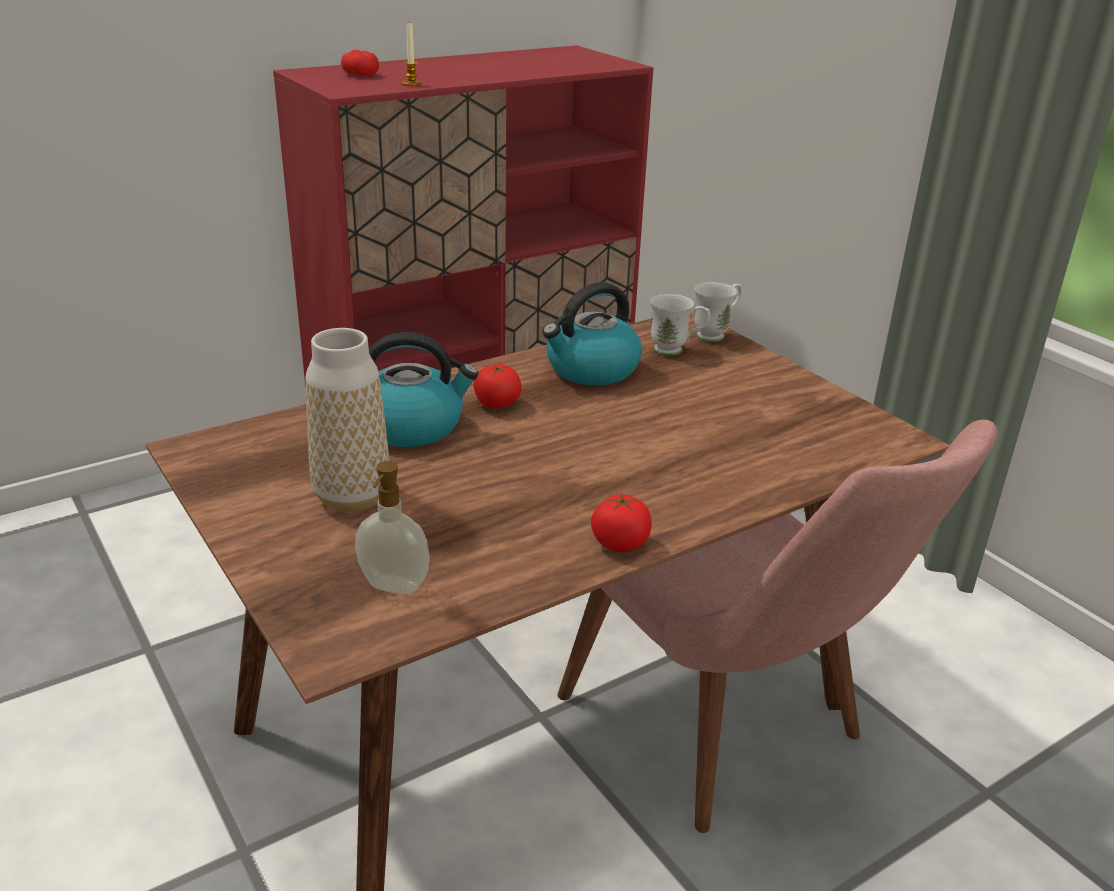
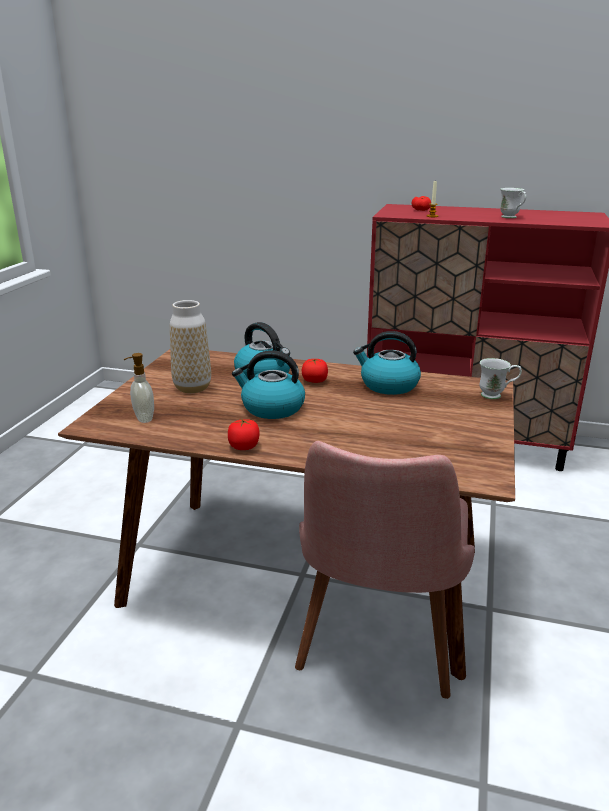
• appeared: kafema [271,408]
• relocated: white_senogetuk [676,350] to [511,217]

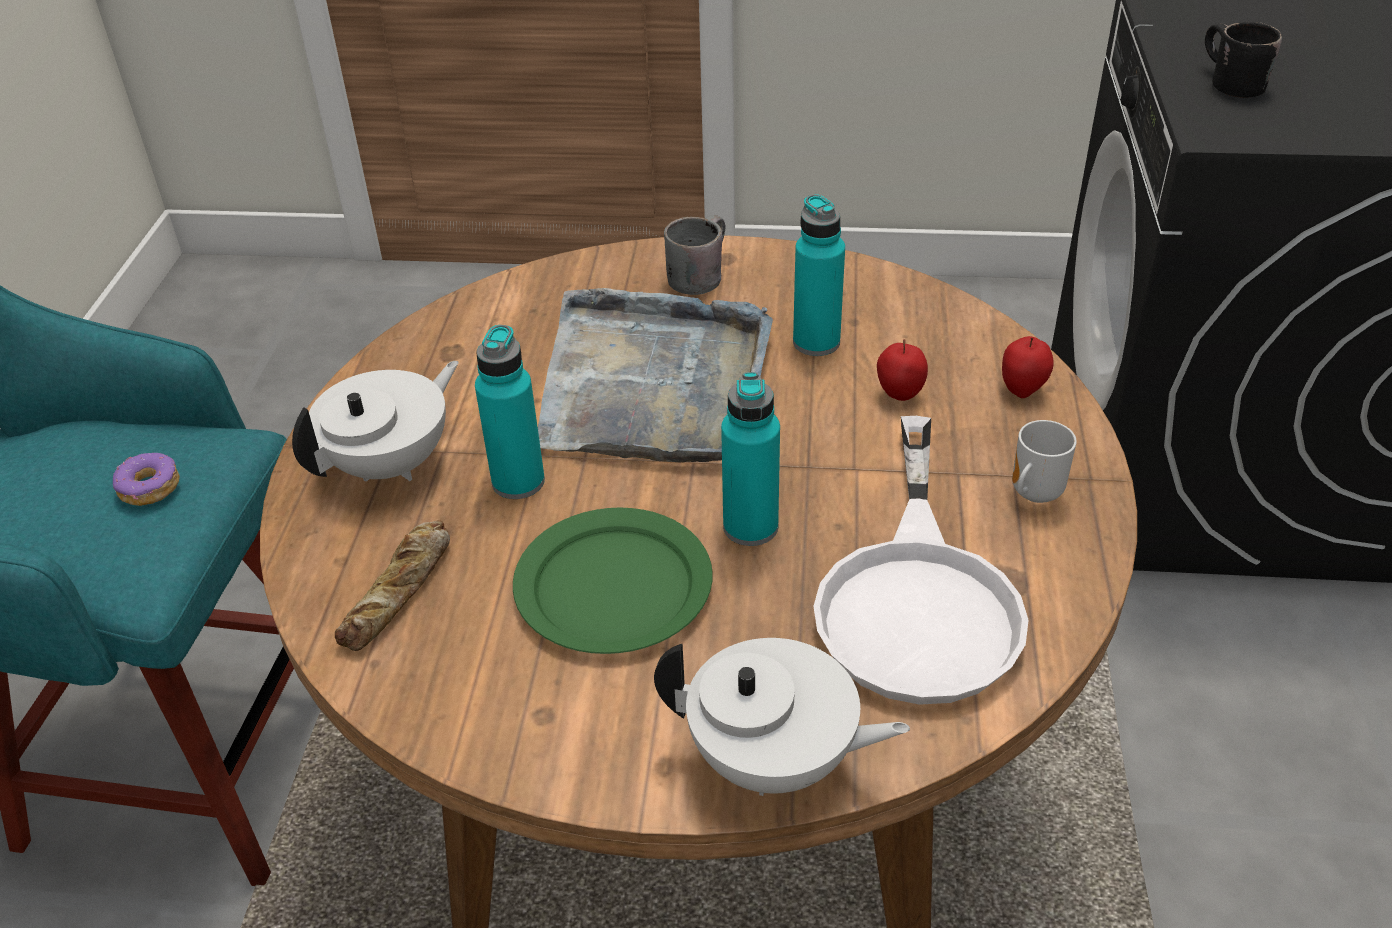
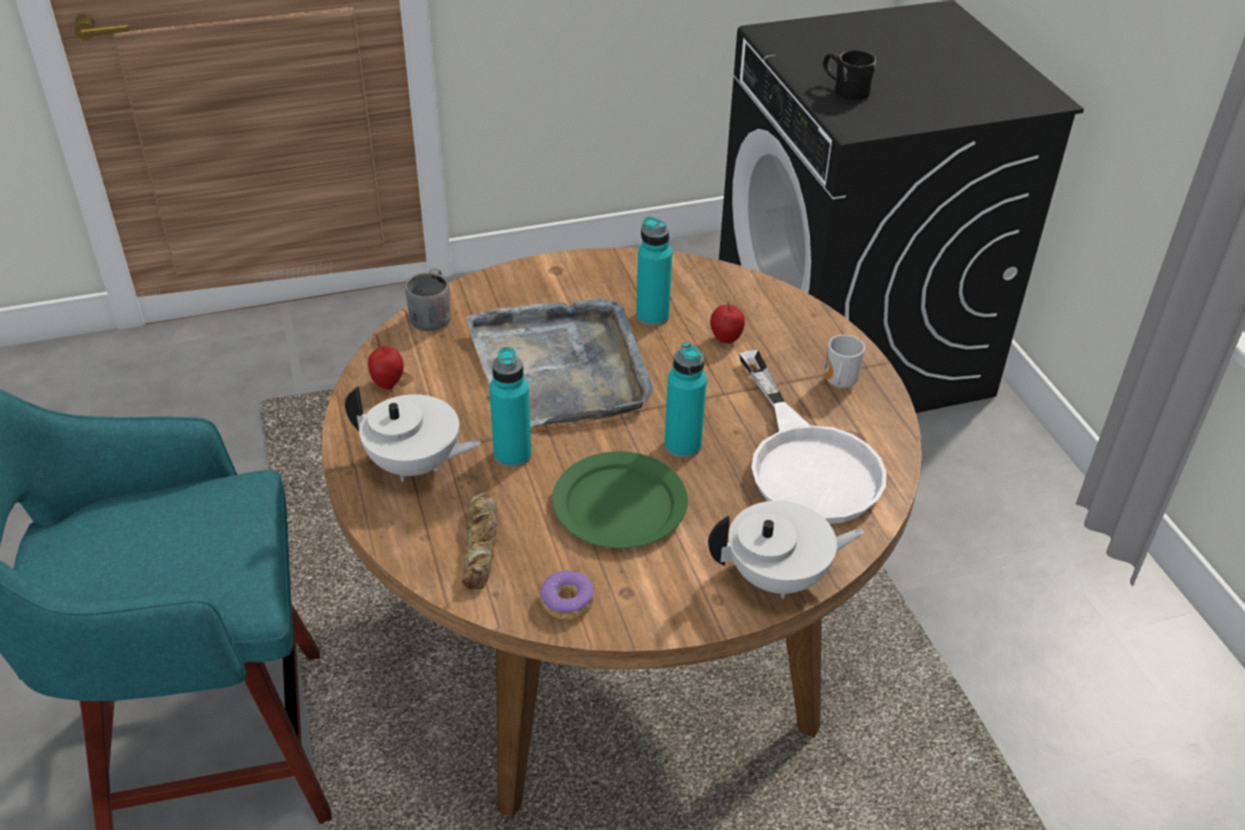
• spun: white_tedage [392,464] = [415,465] 90 degrees clockwise
• relocated: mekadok [1022,390] to [388,383]
• relocated: grey_senogetuk [696,274] to [428,314]
• relocated: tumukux [149,488] to [567,602]

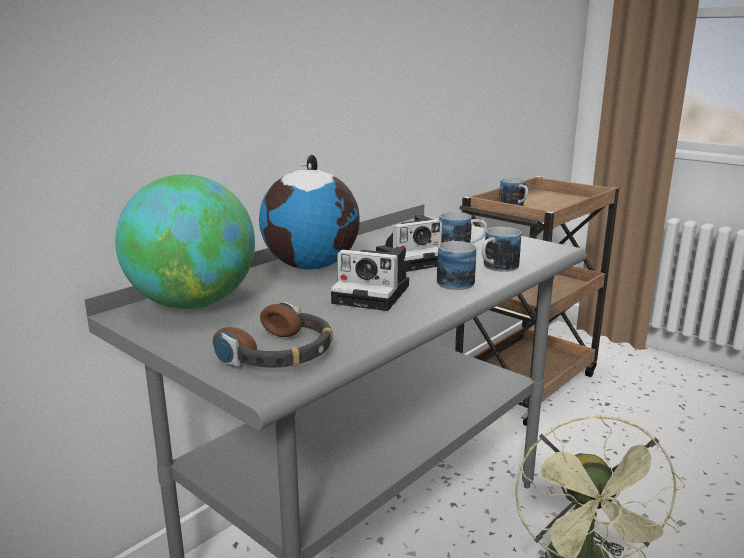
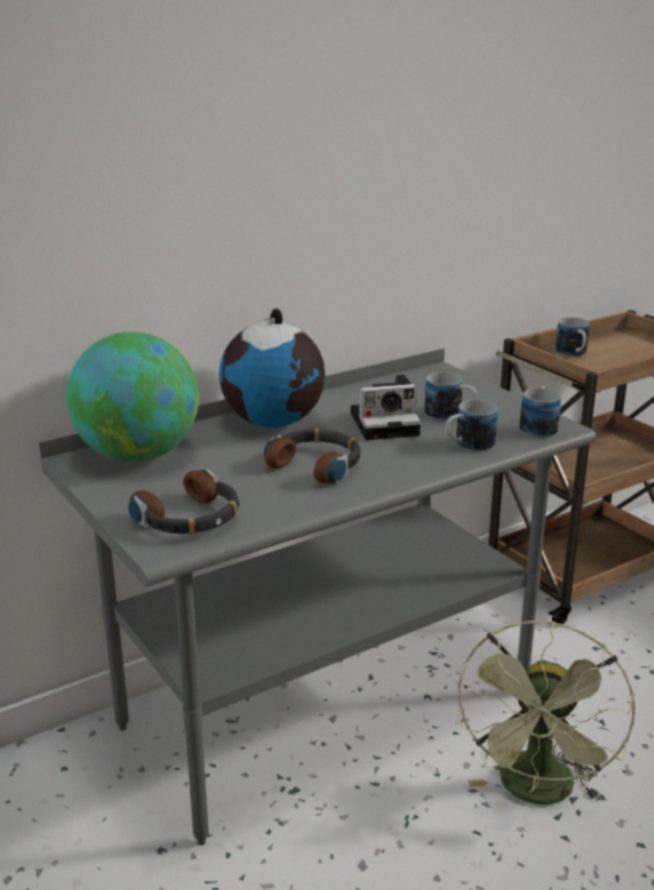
• exchanged: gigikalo [375,294] to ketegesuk [316,464]
• relocated: senogetuk [454,280] to [538,427]

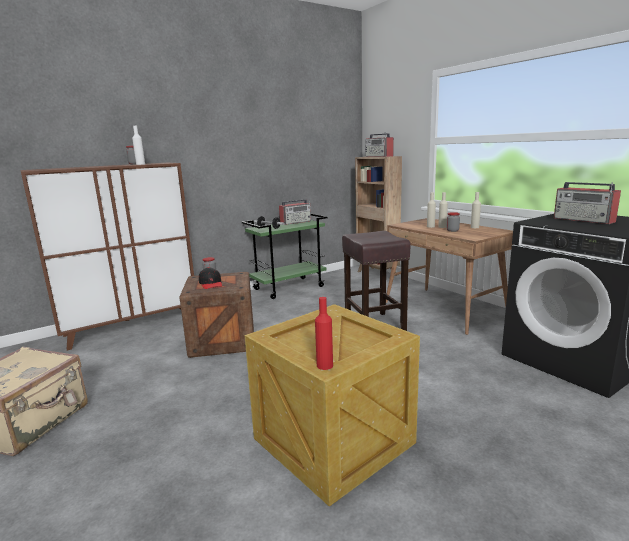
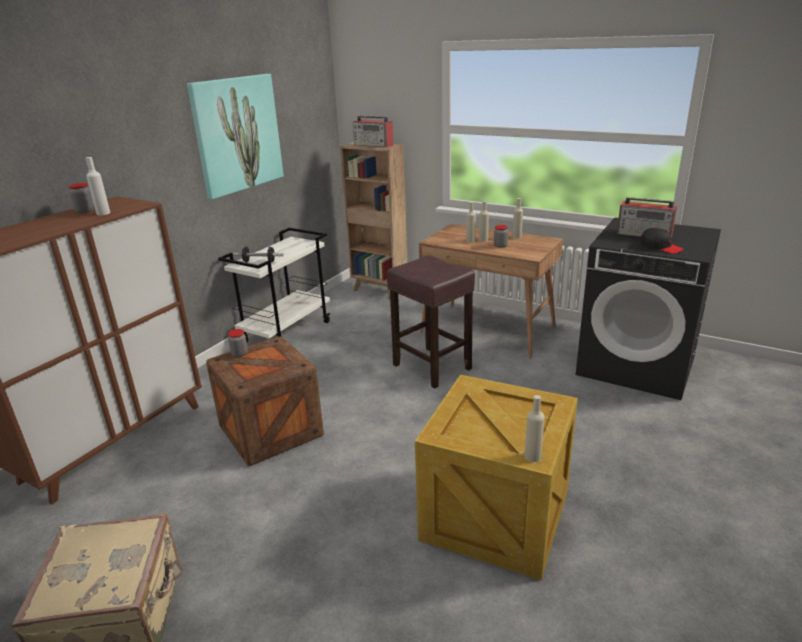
• appeared: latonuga [237,134]
• colour: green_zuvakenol [289,288] to white_zuvakenol [287,332]
• colour: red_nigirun [324,365] to beige_nigirun [532,456]
• relocated: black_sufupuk [211,283] to [660,247]
• missing: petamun [296,222]

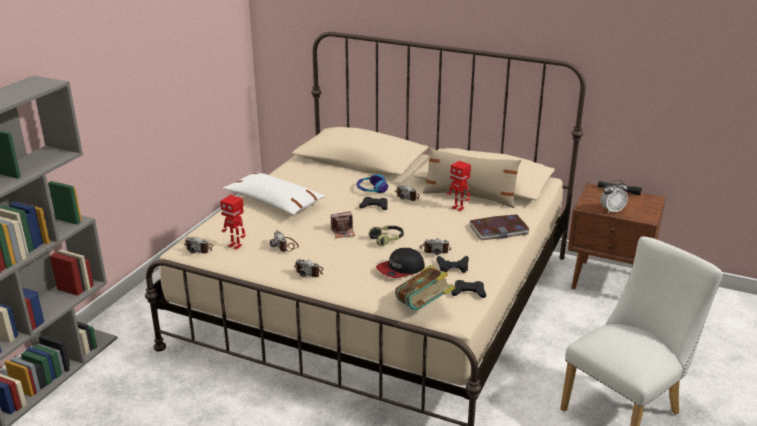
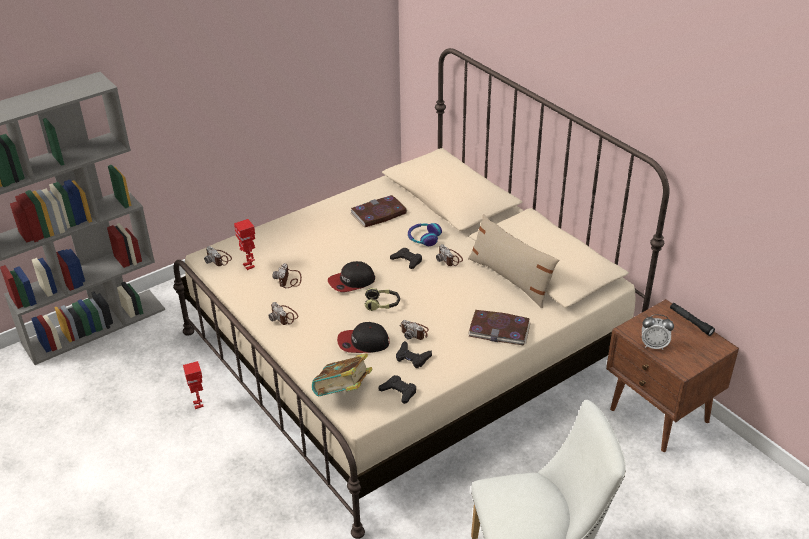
• relocated: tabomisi [458,208] to [199,404]
• exchanged: gigikalo [343,232] to sufupuk [351,282]
• appeared: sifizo [378,214]
• missing: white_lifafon [274,202]

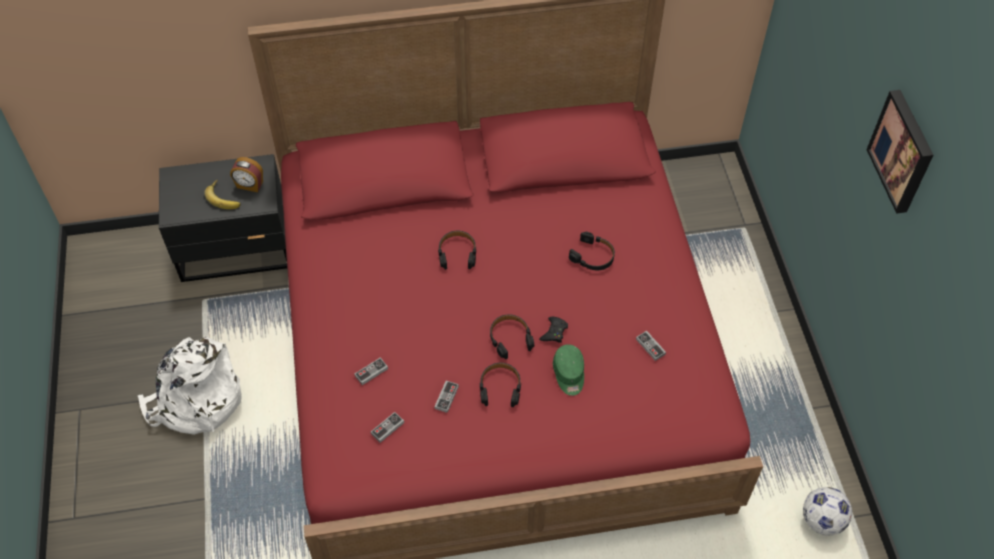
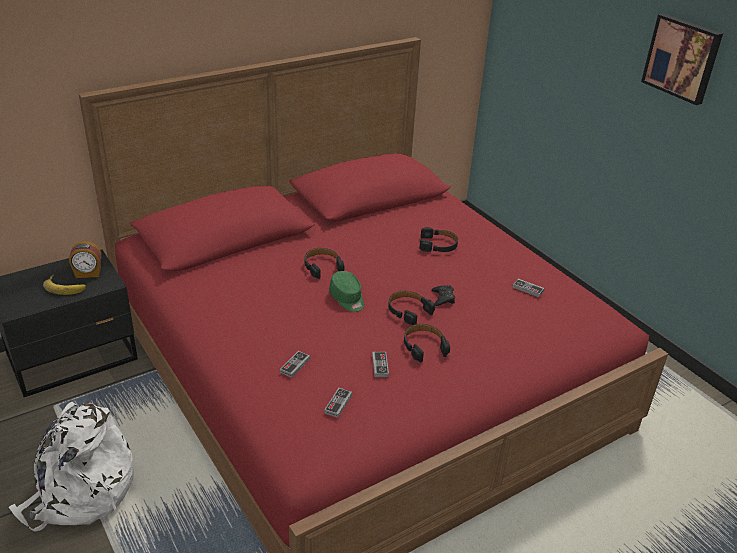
• relocated: green_sufupuk [569,374] to [347,299]
• missing: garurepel [822,520]

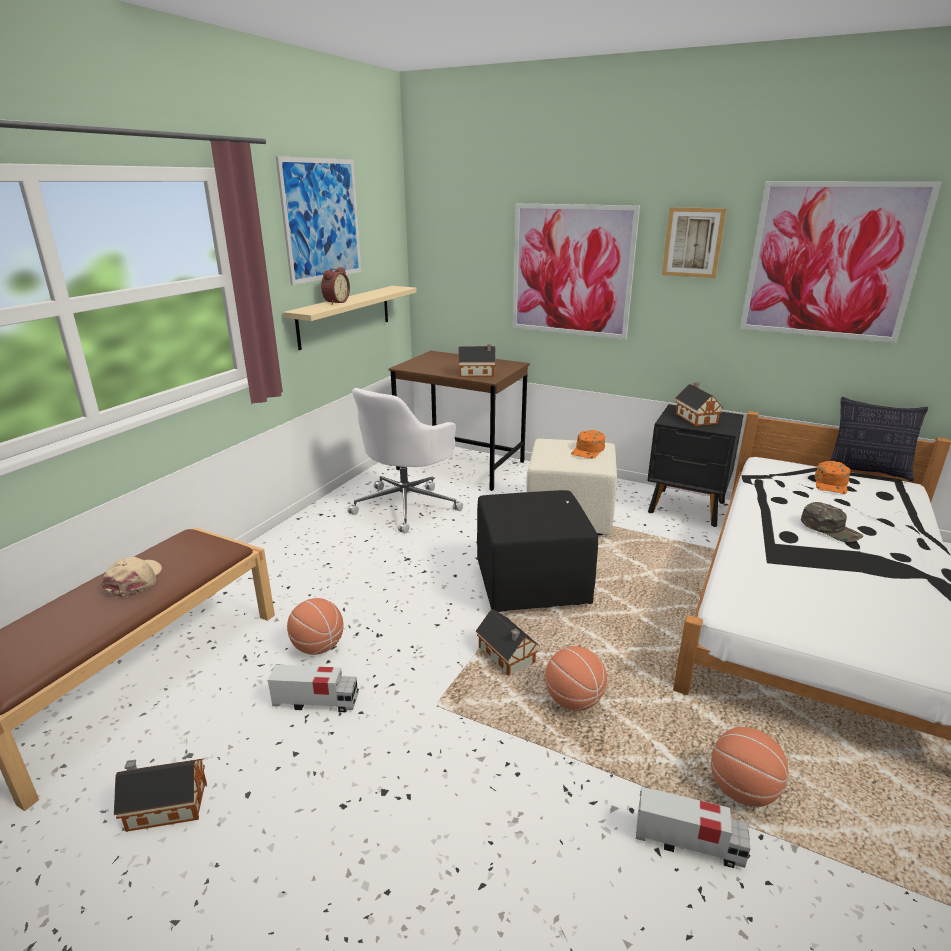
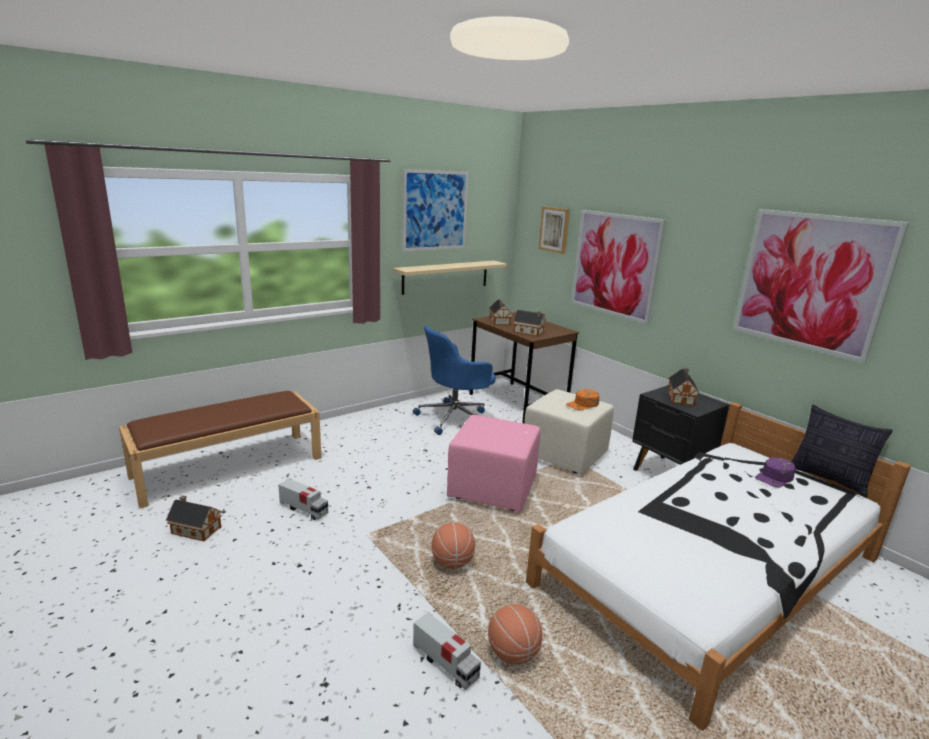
• colour: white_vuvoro [407,505] to blue_vuvoro [455,418]
• colour: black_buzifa [533,584] to pink_buzifa [493,489]
• relocated: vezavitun [507,657] to [499,322]
• relocated: latonuga [693,242] to [554,229]
• colour: orange_sufupuk [831,484] to purple_sufupuk [774,478]
• missing: beige_sufupuk [135,580]
• missing: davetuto [318,647]
• missing: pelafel [335,302]
• missing: green_sufupuk [830,528]

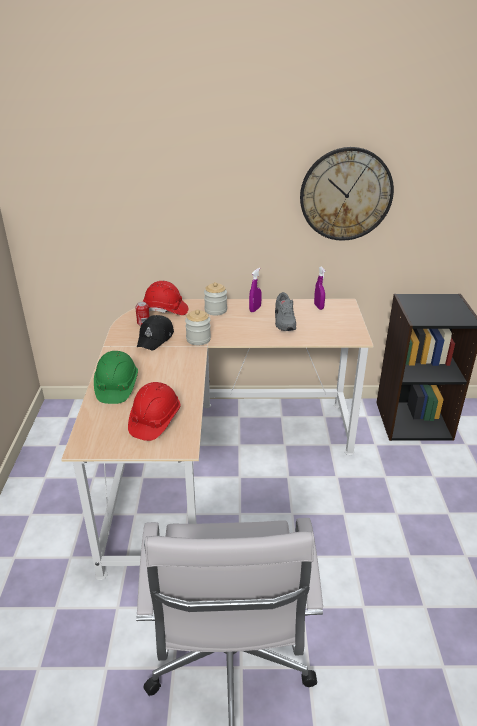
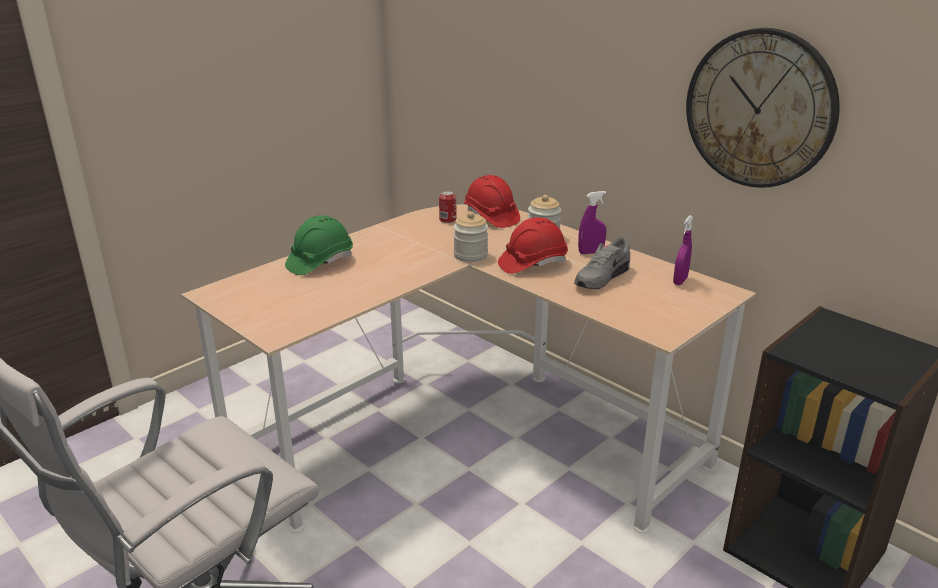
• relocated: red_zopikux [154,421] to [532,263]
• missing: black_sufupuk [155,338]

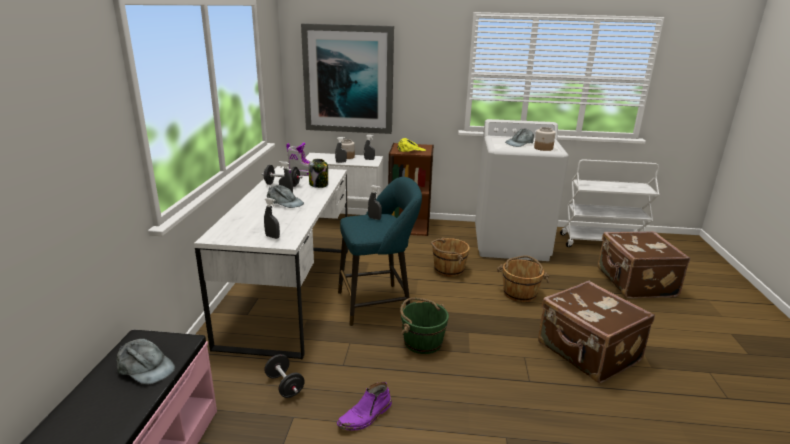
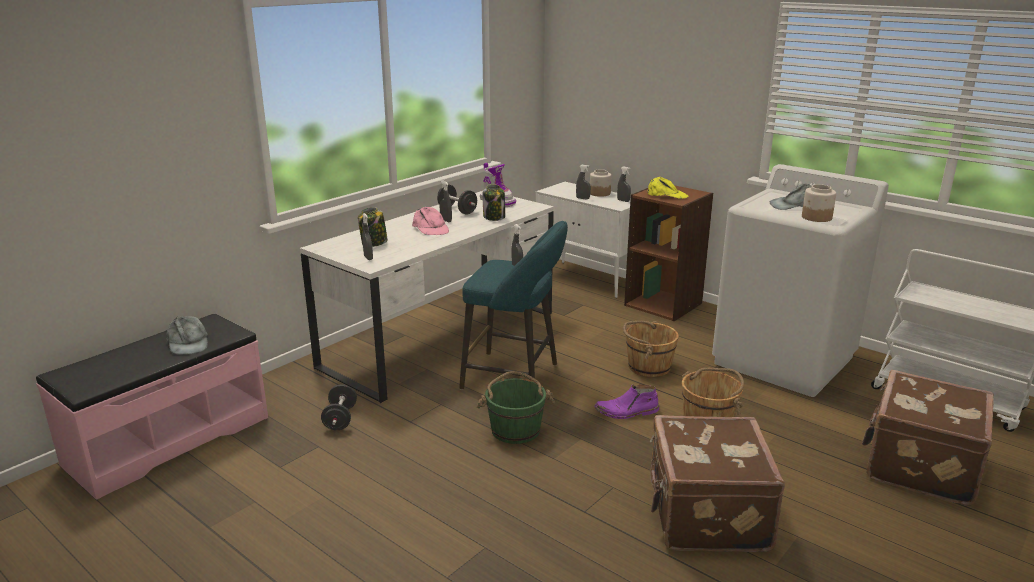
• appeared: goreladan [374,243]
• colour: grey_sufupuk [284,202] to pink_sufupuk [430,228]
• relocated: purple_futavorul [365,416] to [626,412]
• missing: latonuga [348,79]

